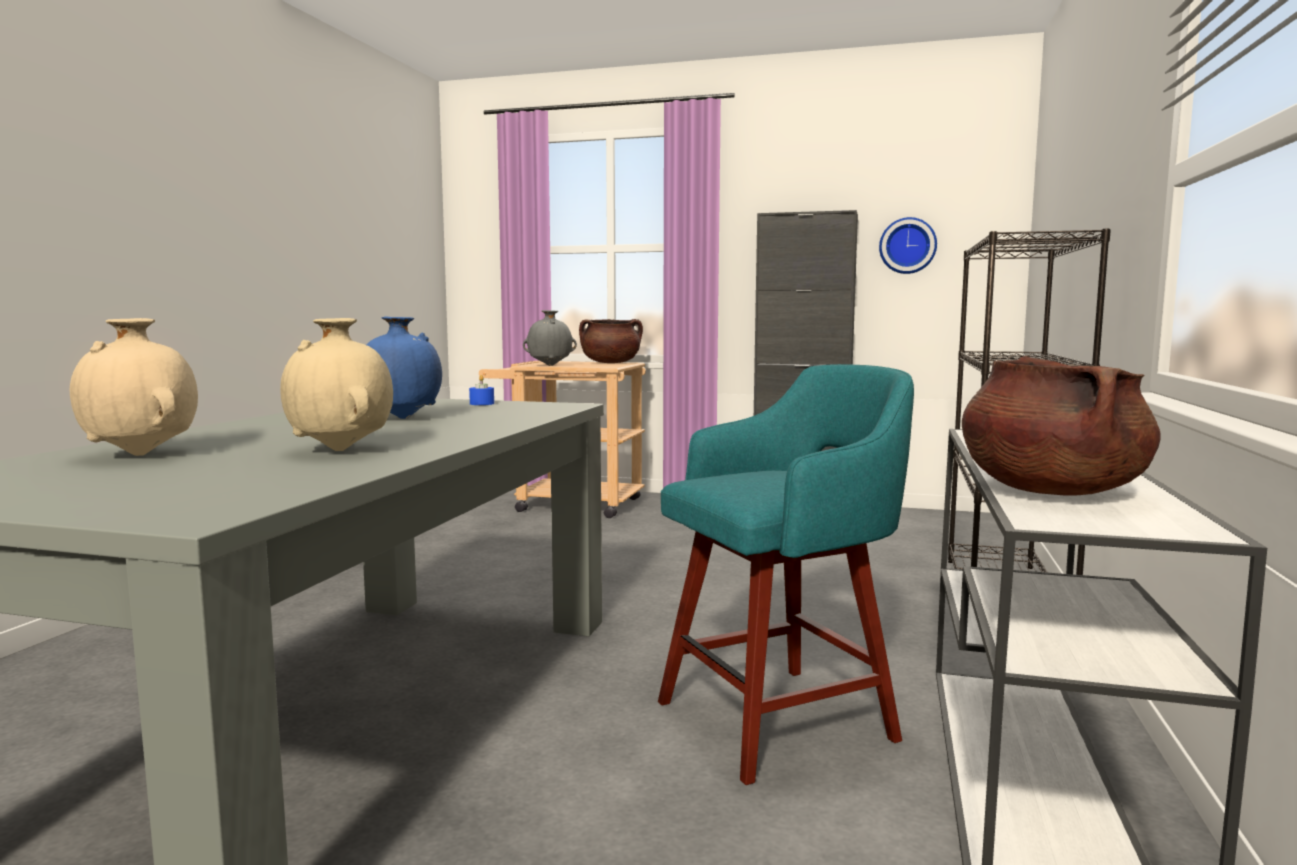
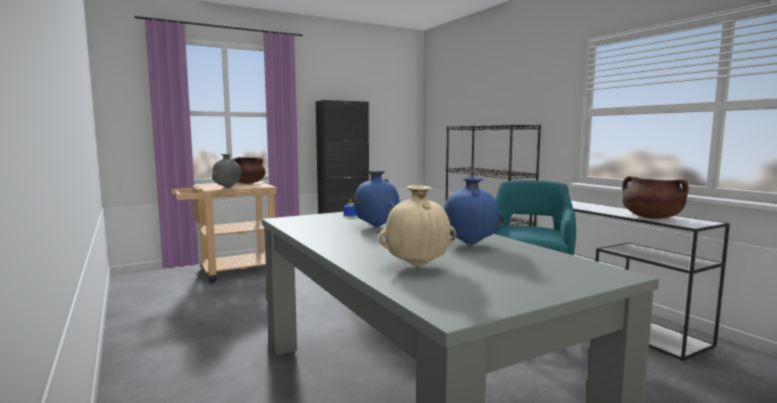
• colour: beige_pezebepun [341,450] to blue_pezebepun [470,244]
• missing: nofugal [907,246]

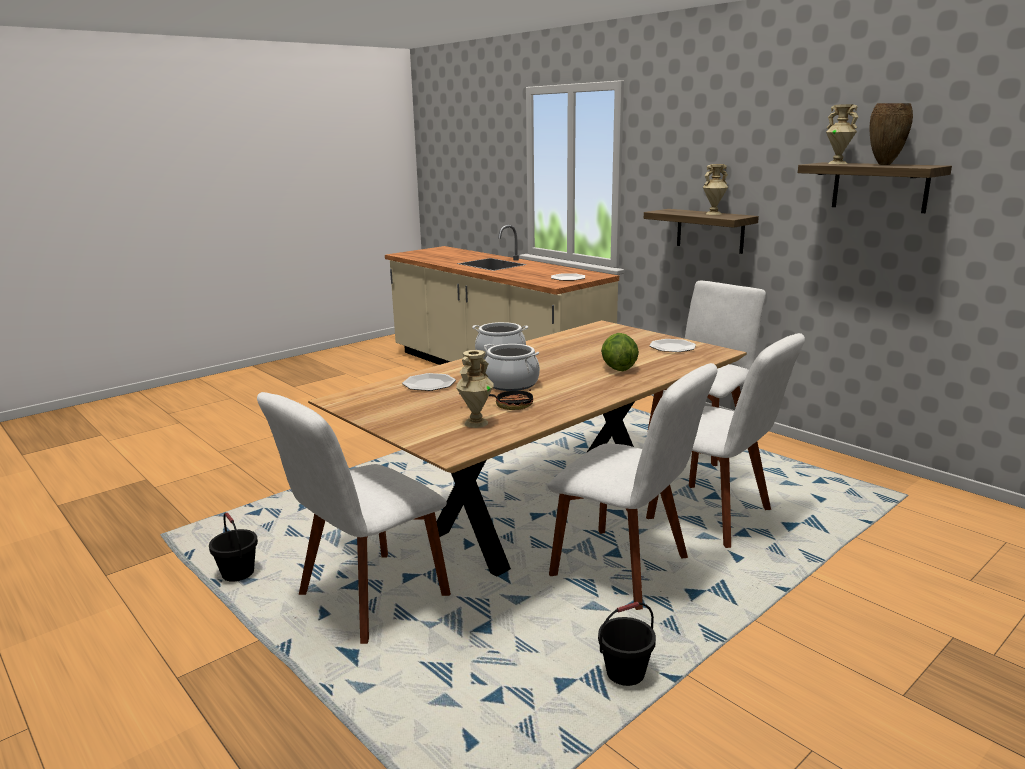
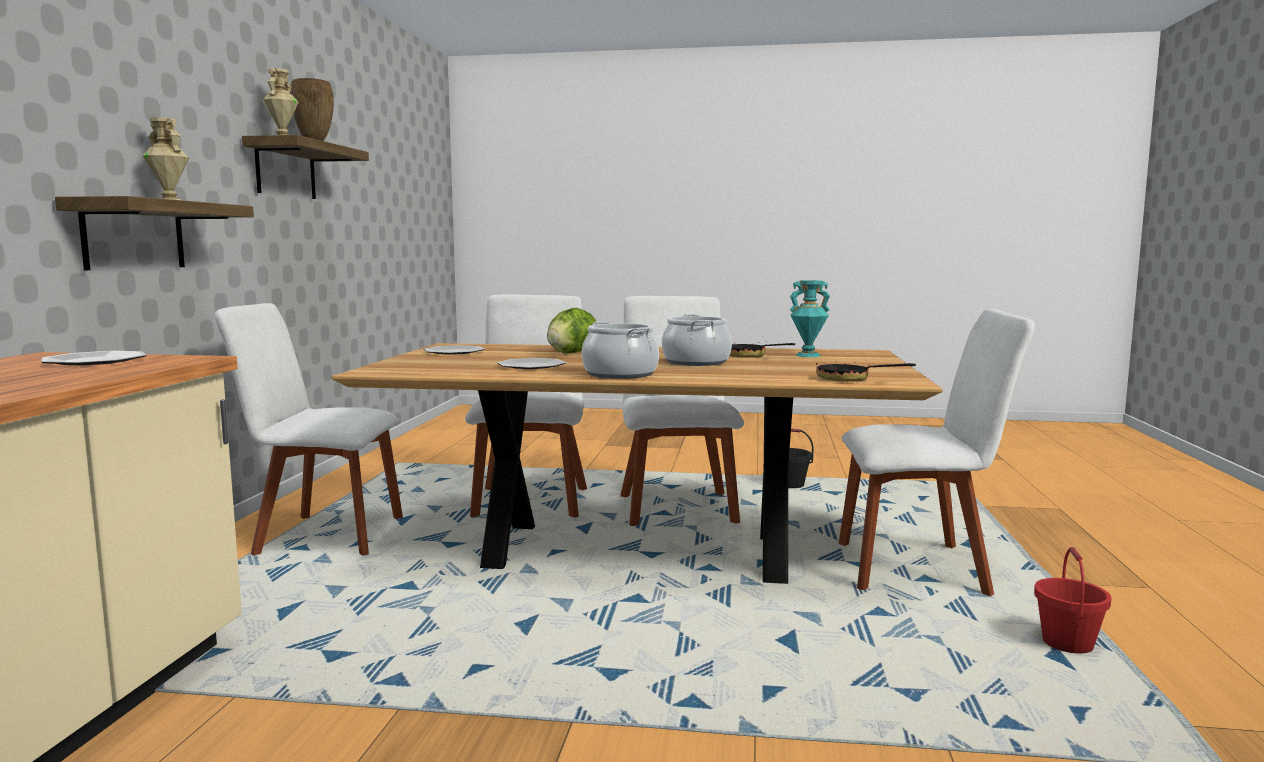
• relocated: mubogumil [429,384] to [531,366]
• colour: beige_pezebepun [475,423] to turquoise_pezebepun [808,355]
• appeared: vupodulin [850,380]
• colour: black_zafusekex [238,574] to red_zafusekex [1067,644]

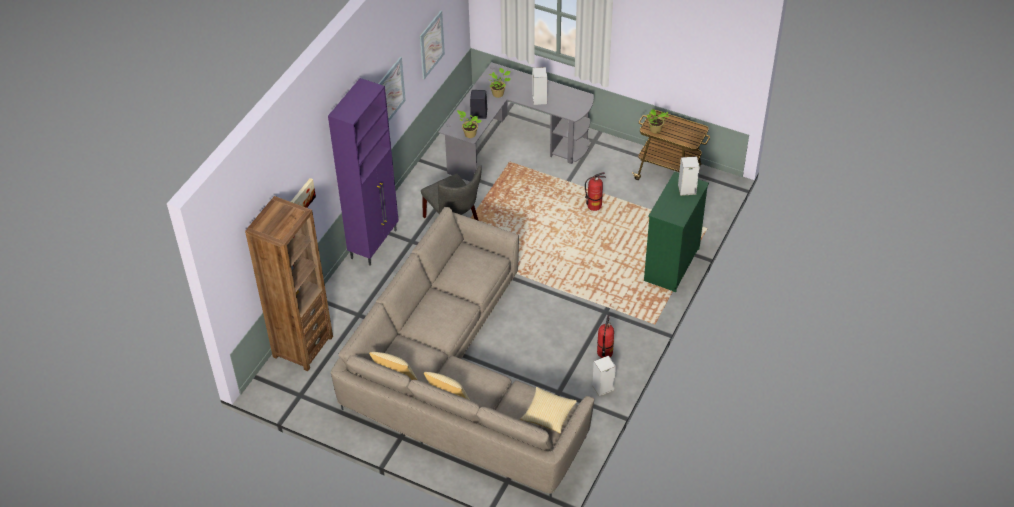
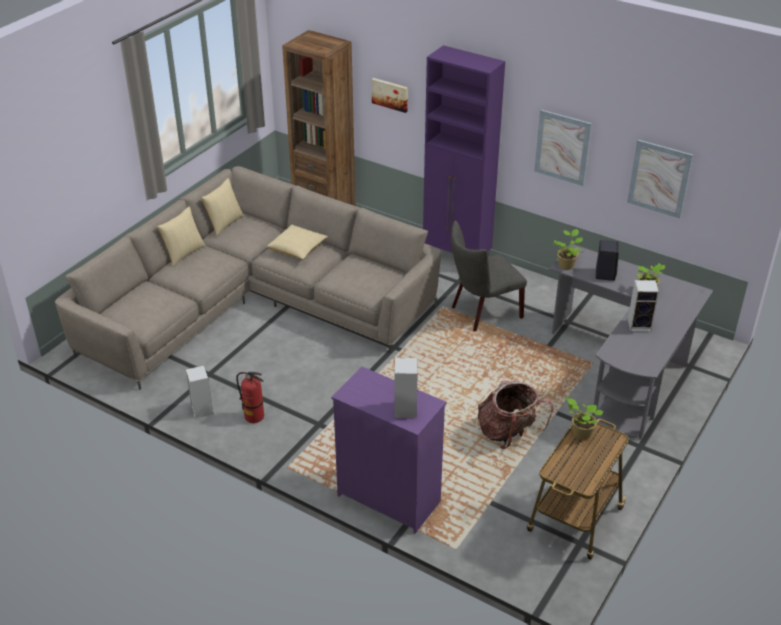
• relocated: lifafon [548,415] to [297,249]
• colour: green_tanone [671,265] to purple_tanone [388,498]
• exchanged: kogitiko [594,206] to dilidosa [508,433]

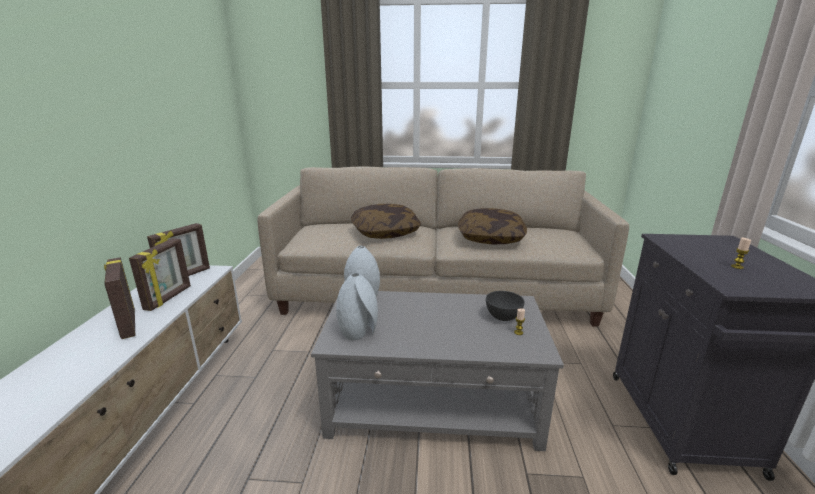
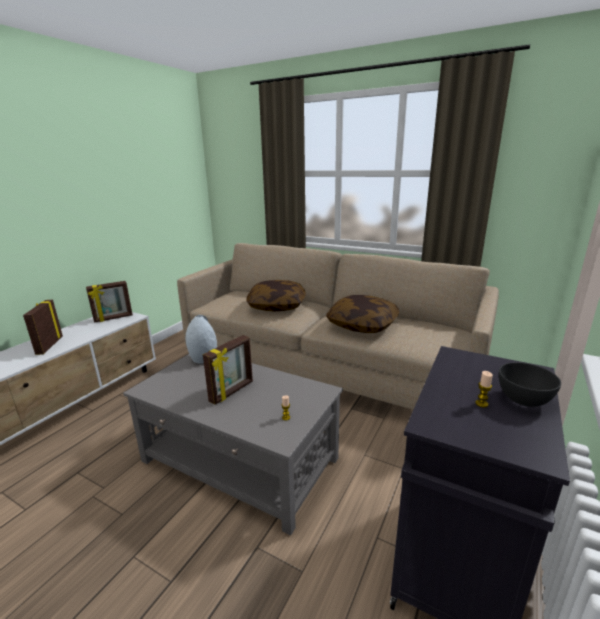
• relocated: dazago [169,298] to [232,392]
• relocated: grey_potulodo [503,317] to [524,400]
• missing: grey_pezebepun [359,332]

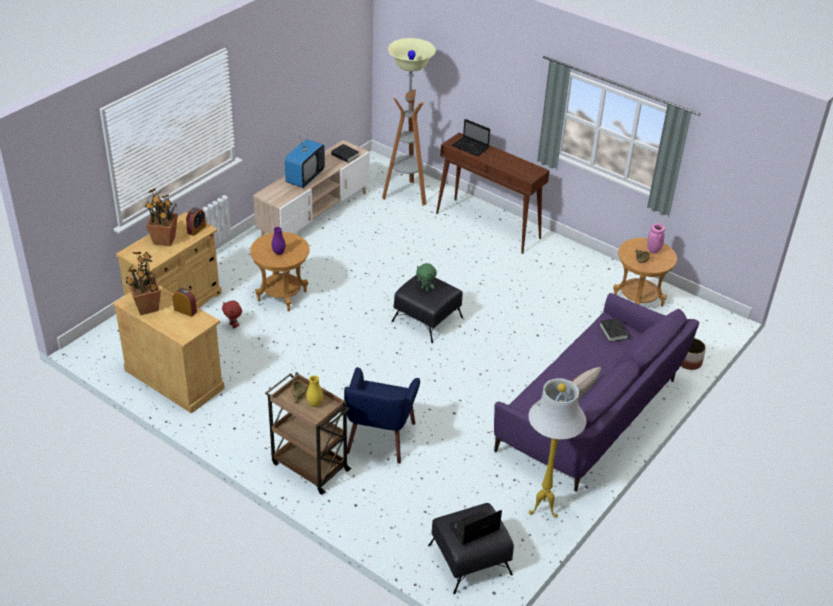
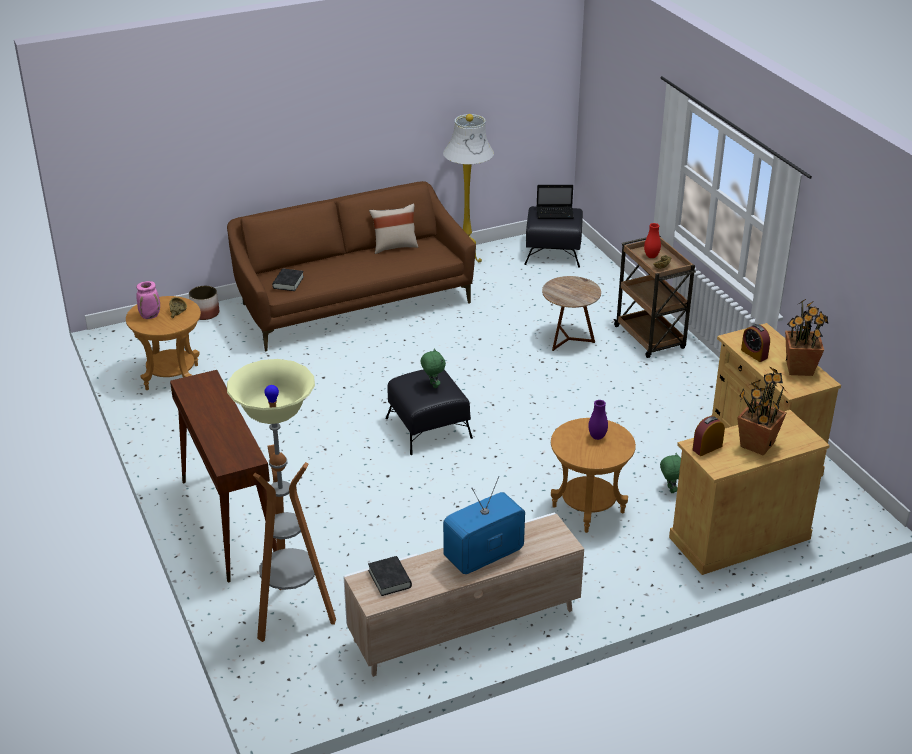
• colour: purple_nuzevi [591,415] to brown_nuzevi [352,302]
• exchanged: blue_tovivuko [379,438] to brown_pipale [568,340]
• colour: yellow_pezebepun [314,404] to red_pezebepun [651,256]
• colour: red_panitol [233,325] to green_panitol [670,489]
• missing: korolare [471,147]

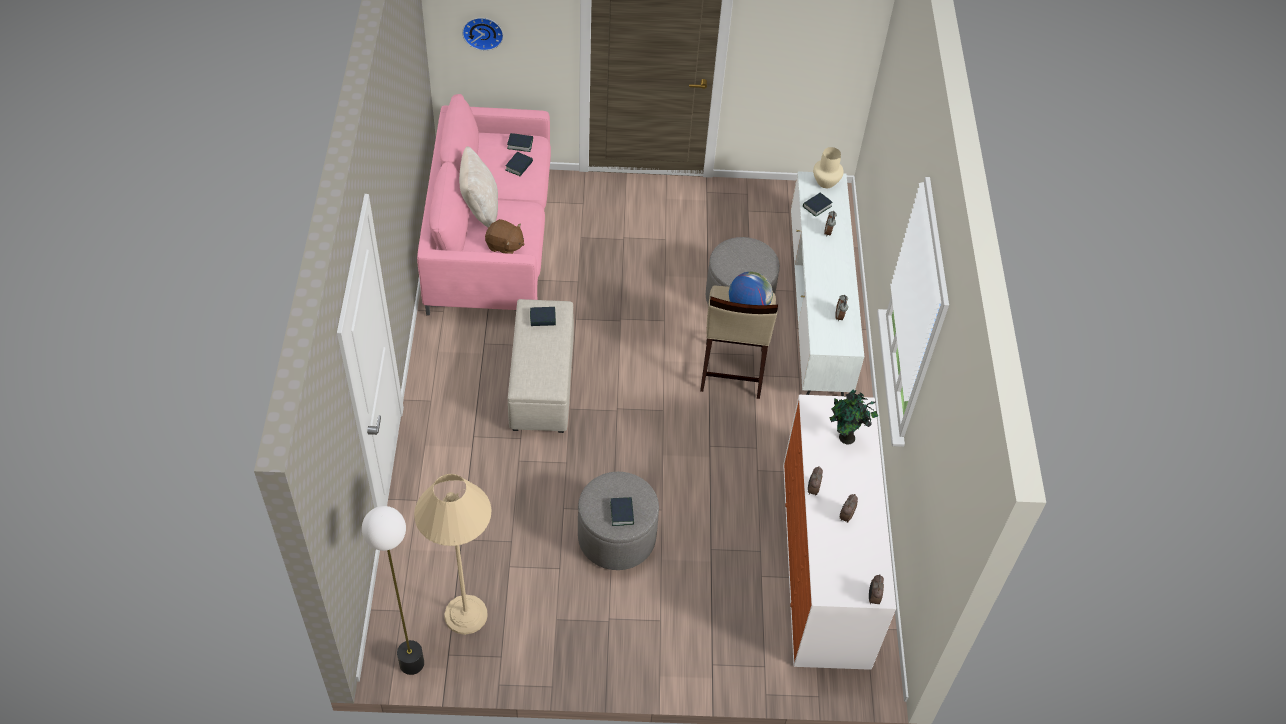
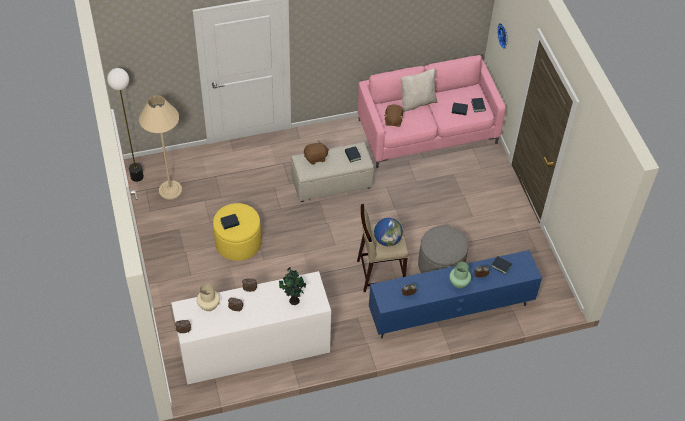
• relocated: beige_pezebepun [825,182] to [209,305]
• colour: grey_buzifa [616,537] to yellow_buzifa [238,243]
• appeared: brown_panitol [316,158]
• colour: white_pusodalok [817,310] to blue_pusodalok [450,310]
• appeared: green_pezebepun [459,283]

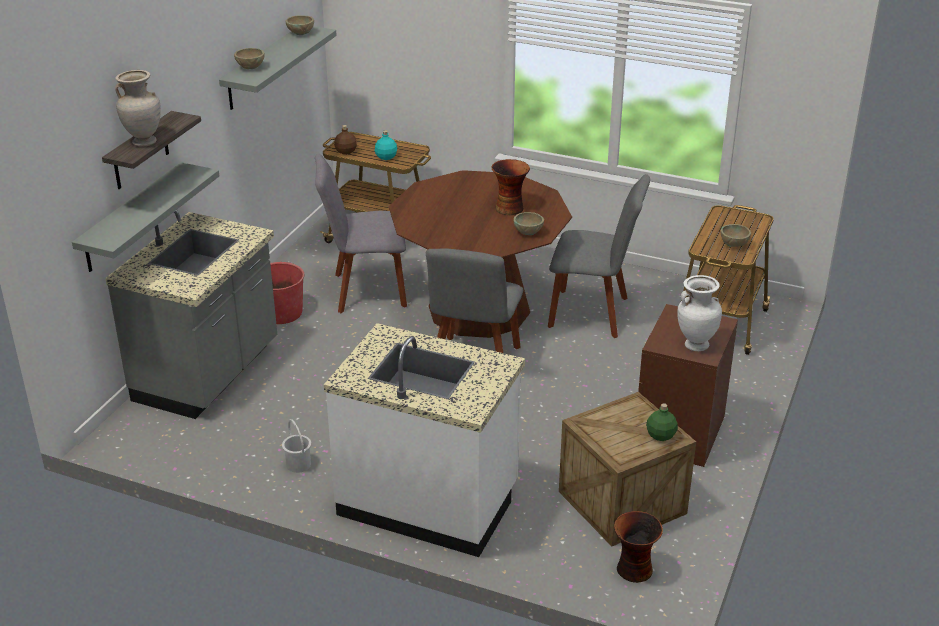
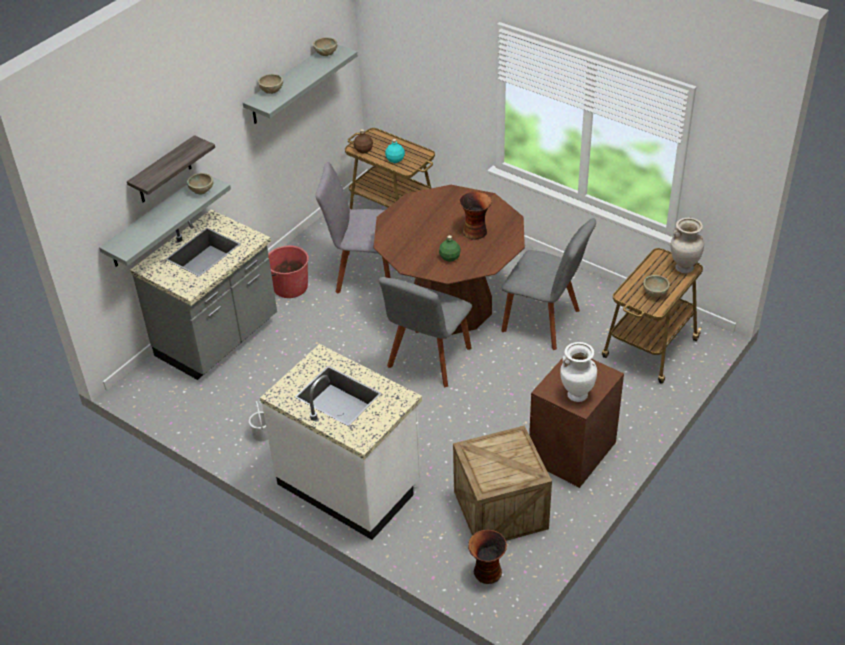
• relocated: beige_potulodo [528,232] to [202,191]
• relocated: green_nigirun [661,435] to [450,257]
• relocated: beige_pezebepun [144,142] to [683,268]

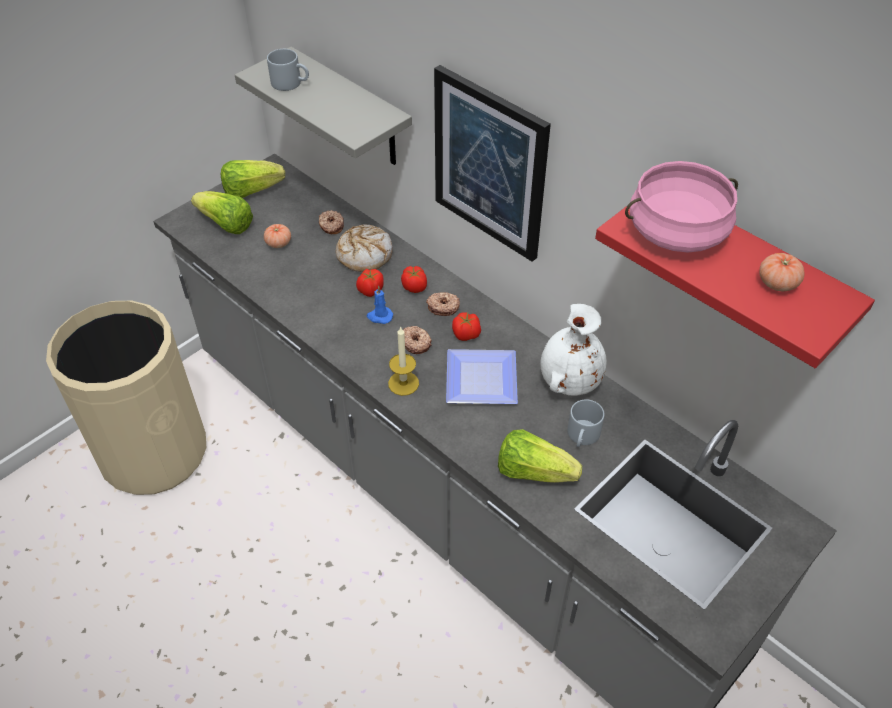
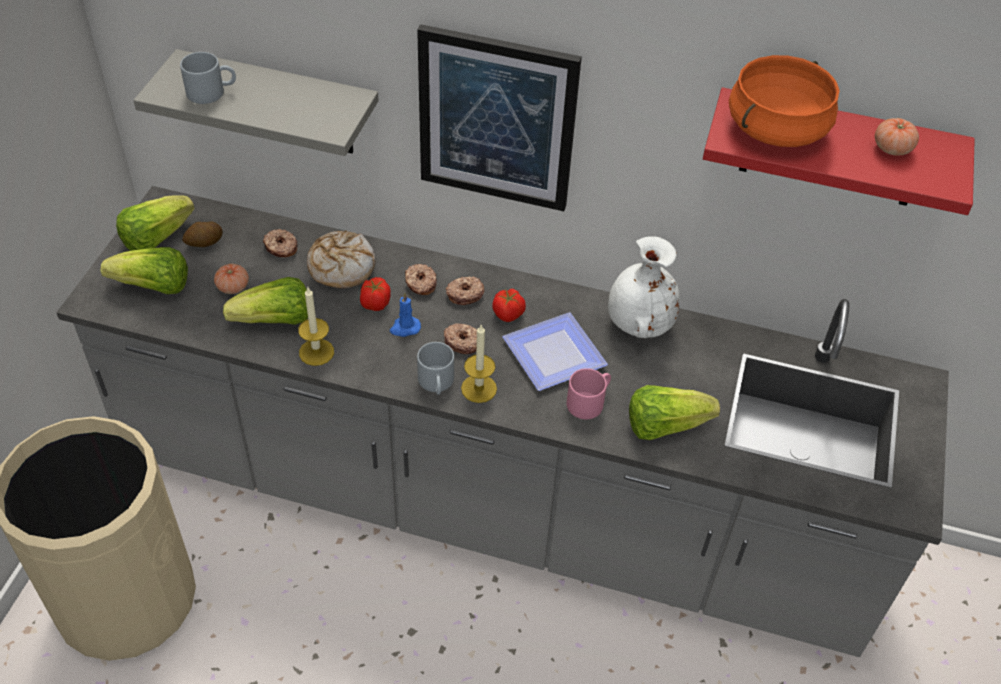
• appeared: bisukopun [204,243]
• appeared: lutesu [275,321]
• appeared: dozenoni [316,352]
• exchanged: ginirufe [414,287] to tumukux [420,284]
• relocated: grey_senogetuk [583,437] to [437,383]
• appeared: pink_senogetuk [589,401]
• colour: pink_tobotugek [677,231] to orange_tobotugek [776,128]

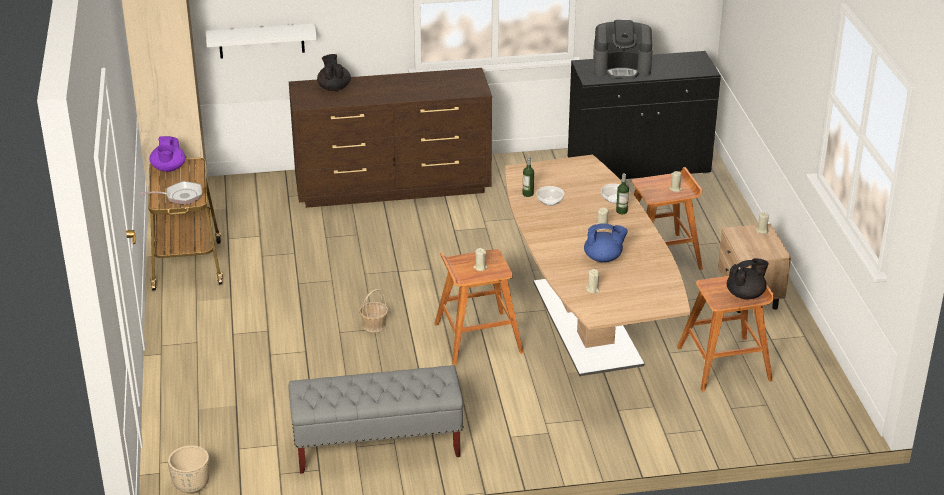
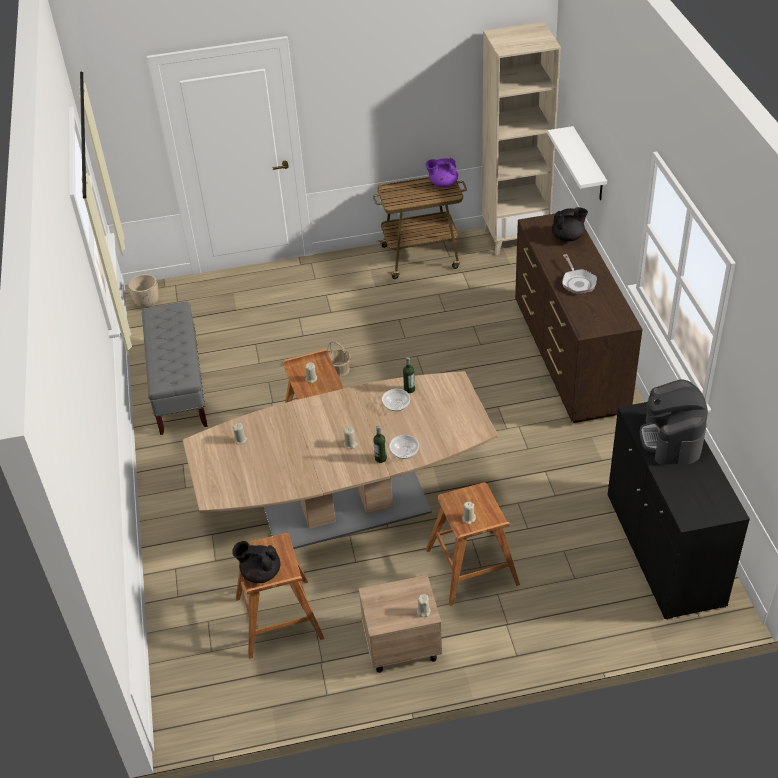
• spun: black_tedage [745,294] = [260,572] 135 degrees clockwise
• relocated: vupodulin [180,196] to [577,282]
• missing: blue_tedage [603,258]

